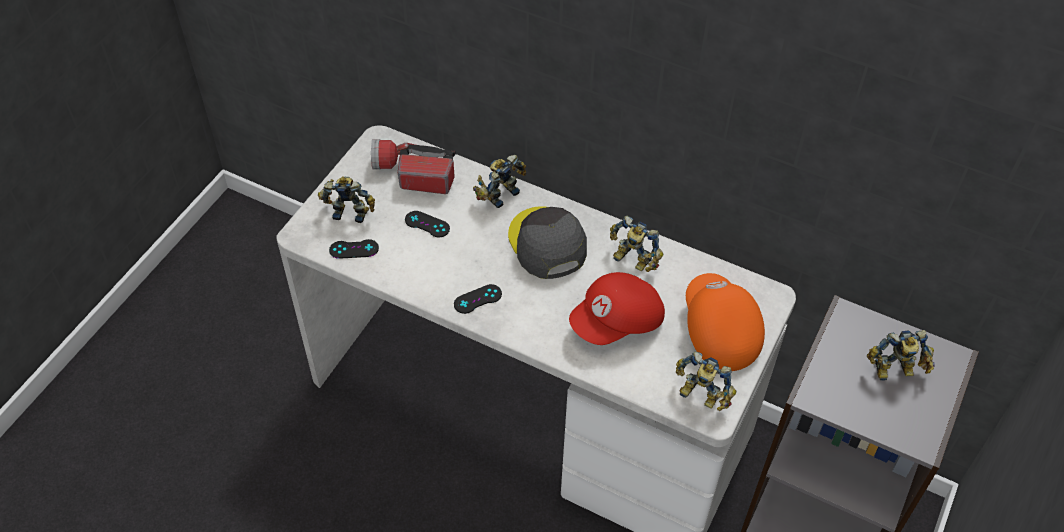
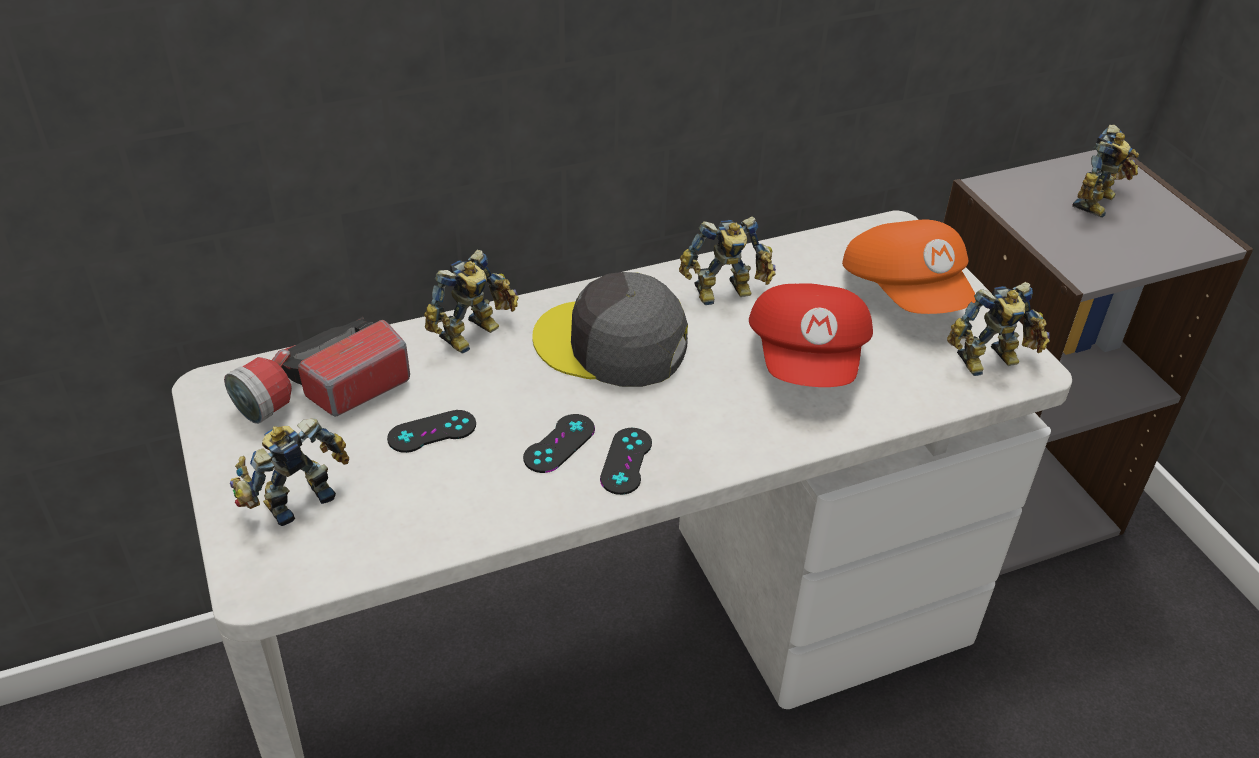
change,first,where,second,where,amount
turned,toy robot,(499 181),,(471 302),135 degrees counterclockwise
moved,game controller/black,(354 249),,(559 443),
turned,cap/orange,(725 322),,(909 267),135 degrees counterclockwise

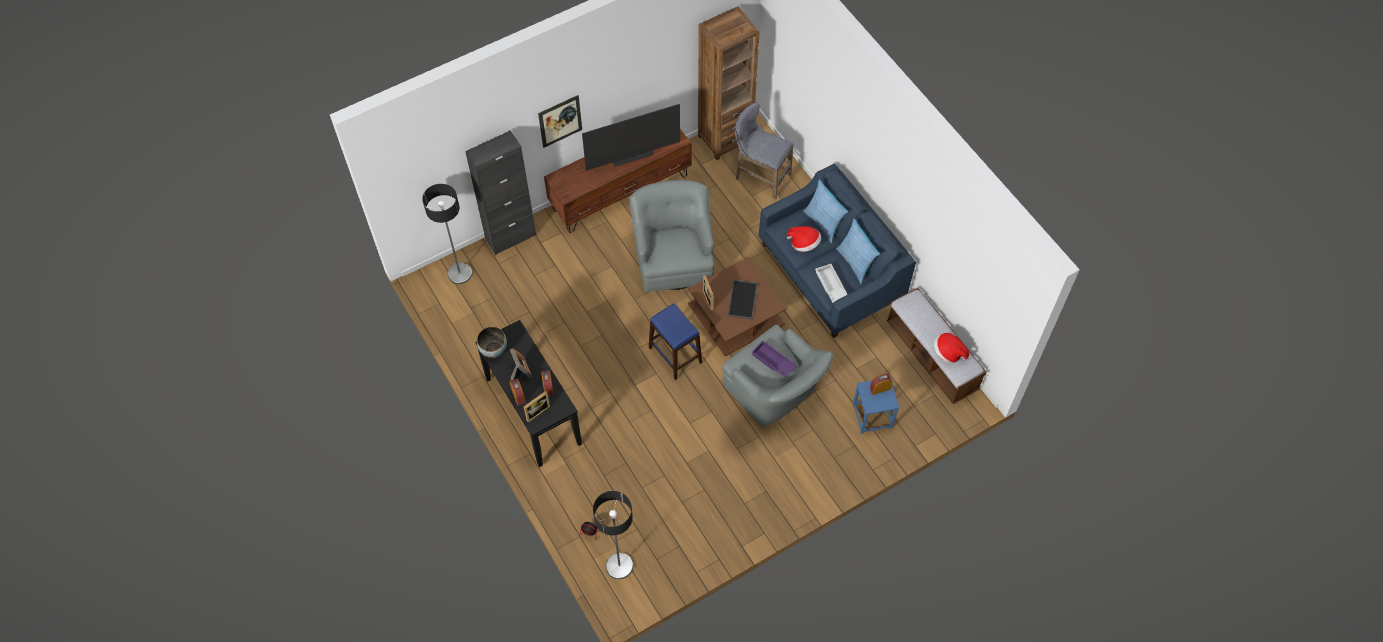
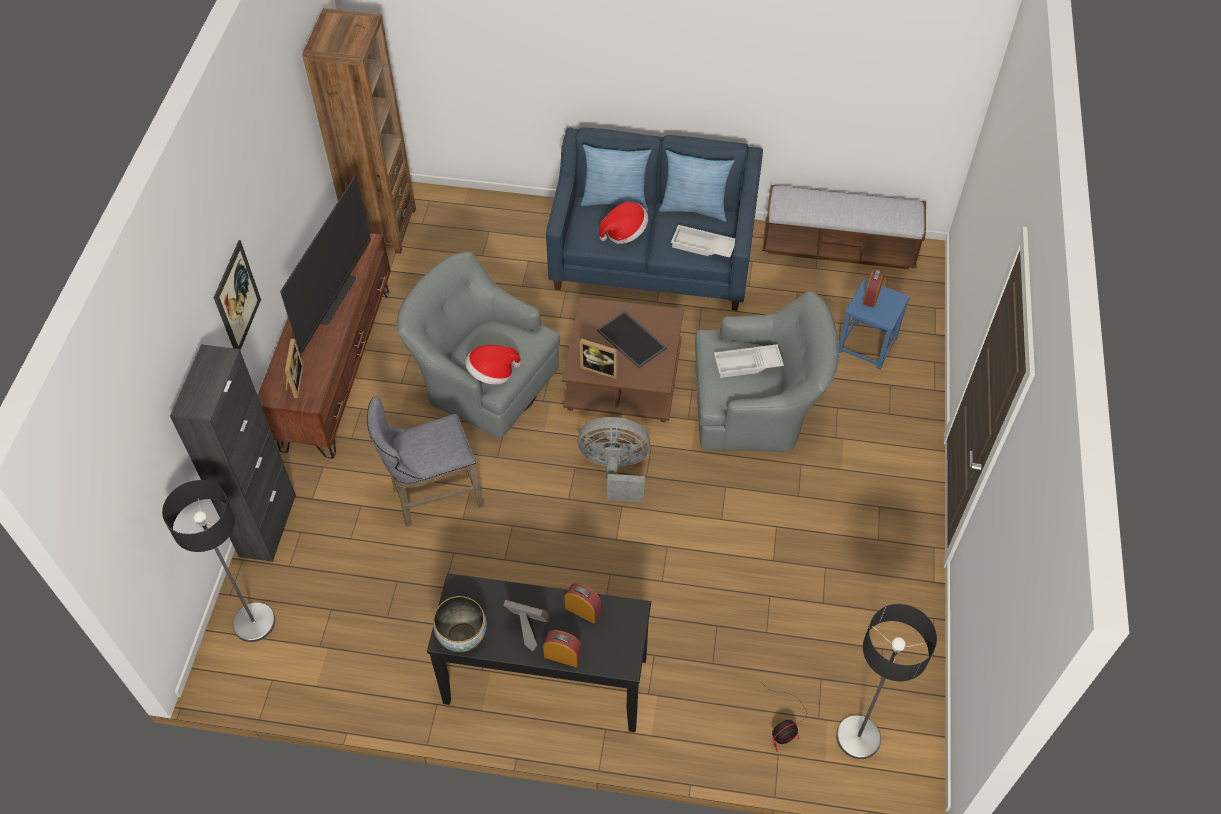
change,first,where,second,where,amount
moved,stool/grey,(764 150),,(425 461),
replaced,stool/blue,(675 341),fan/grey,(613 459),
moved,hat,(951 348),,(492 365),
recoloured,tray/purple,(774 359),tray/white,(749 361),
moved,picture frame,(537 407),,(294 368),

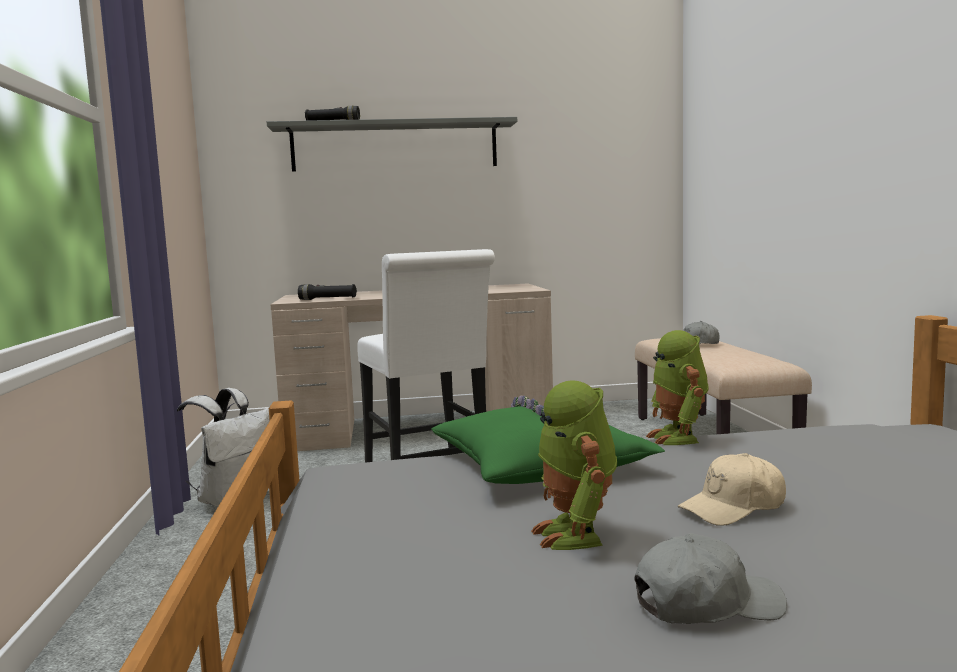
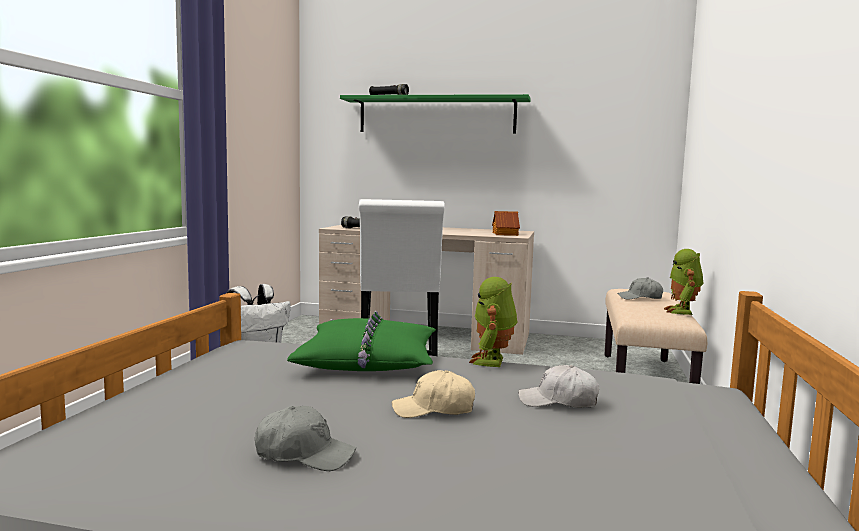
change,first,where,second,where,amount
recoloured,shelf/grey,(392 144),shelf/green,(435 114),
moved,toy robot,(574 465),,(684 282),
added,,,toy house,(506 223),
added,,,cap/white,(558 386),

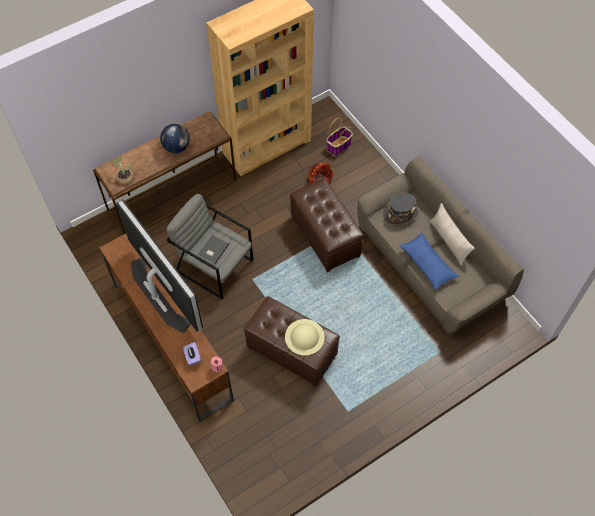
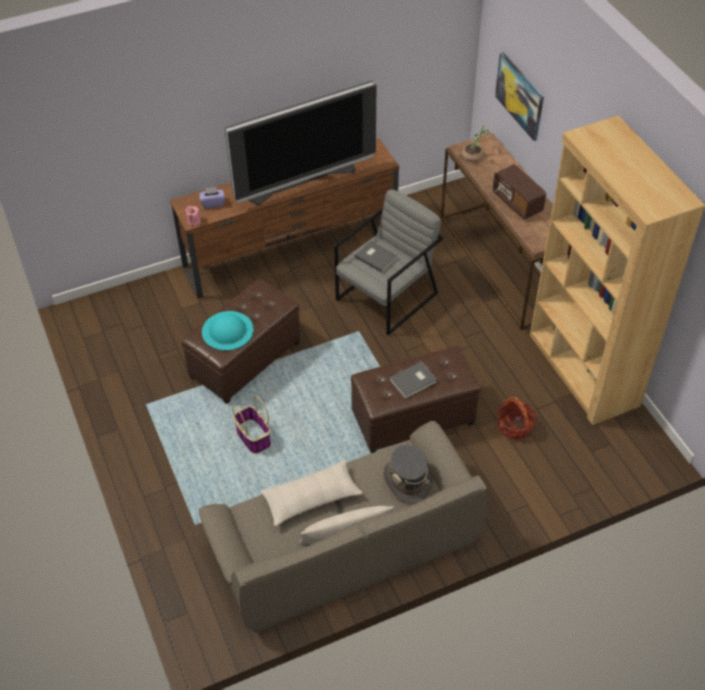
change,first,where,second,where,amount
moved,basket,(339 137),,(251 425),
replaced,globe,(175 138),radio,(519 192),
recoloured,pillow/blue,(429 261),pillow/beige,(311 493),
recoloured,hat/beige,(305 337),hat/turquoise,(228 331),
added,,,picture,(519 96),
added,,,book/grey,(413 380),

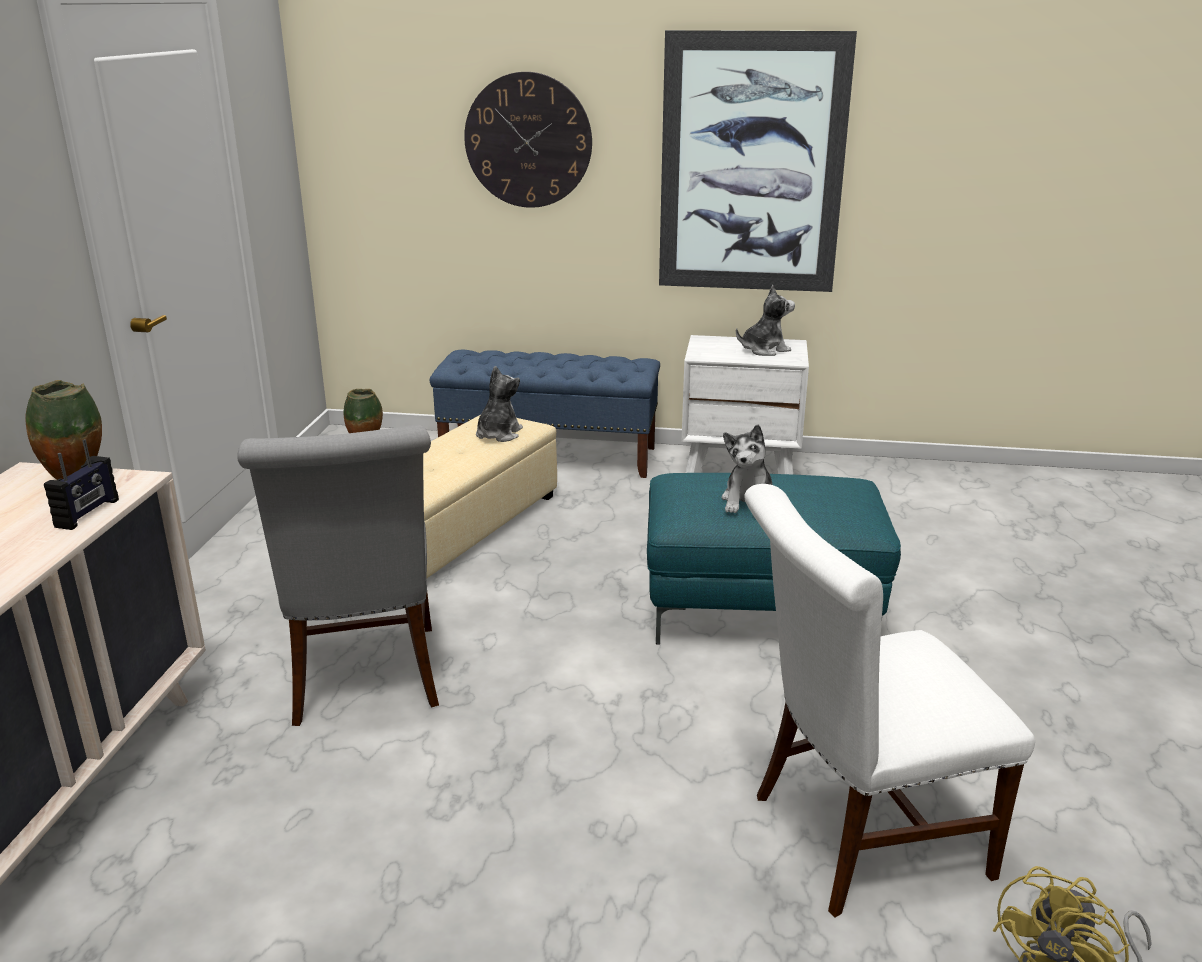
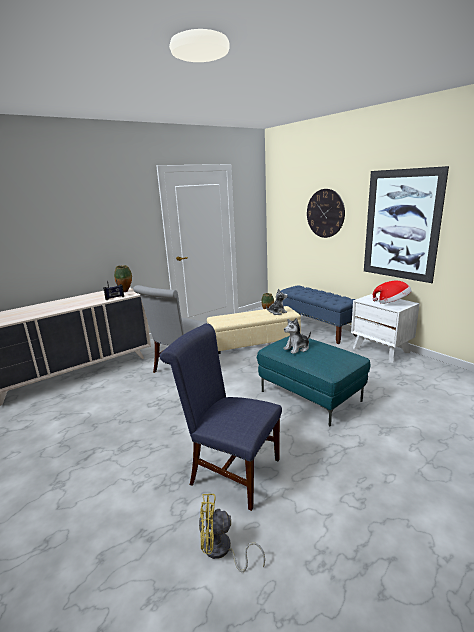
change,first,where,second,where,amount
replaced,plush toy,(765 320),hat,(392 292),
recoloured,chair/white,(889 701),chair/blue,(220 417),

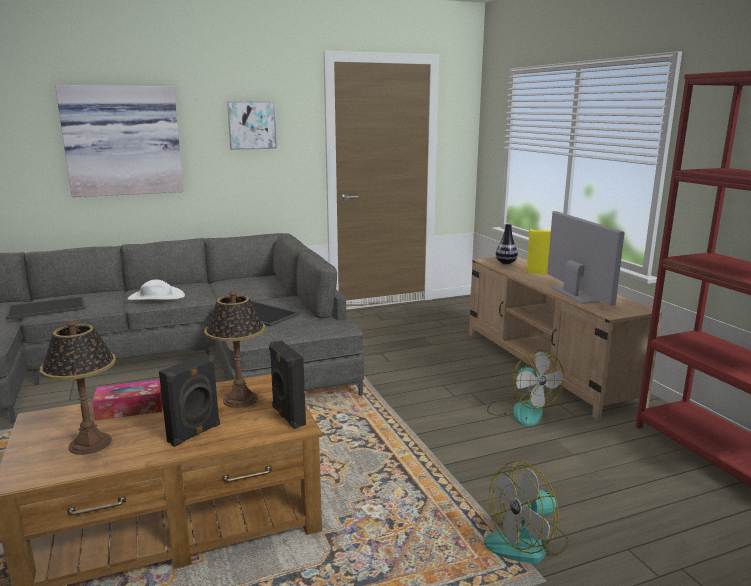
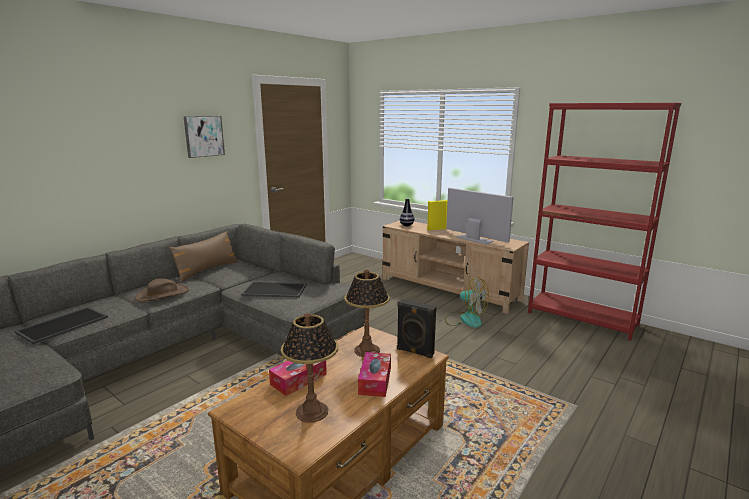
change,first,where,second,where,amount
removed,picture,(119 141),,,
recoloured,hat/white,(156 289),hat/brown,(162 290),
replaced,speaker/black,(189 400),tissue box,(374 374),
removed,fan,(526 512),,,
added,,,pillow/brown,(203 256),

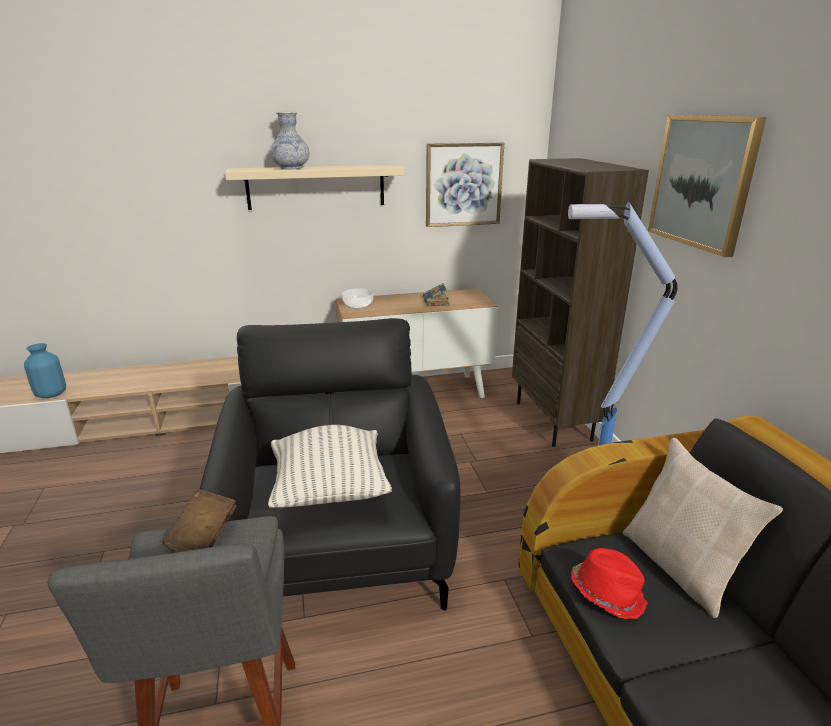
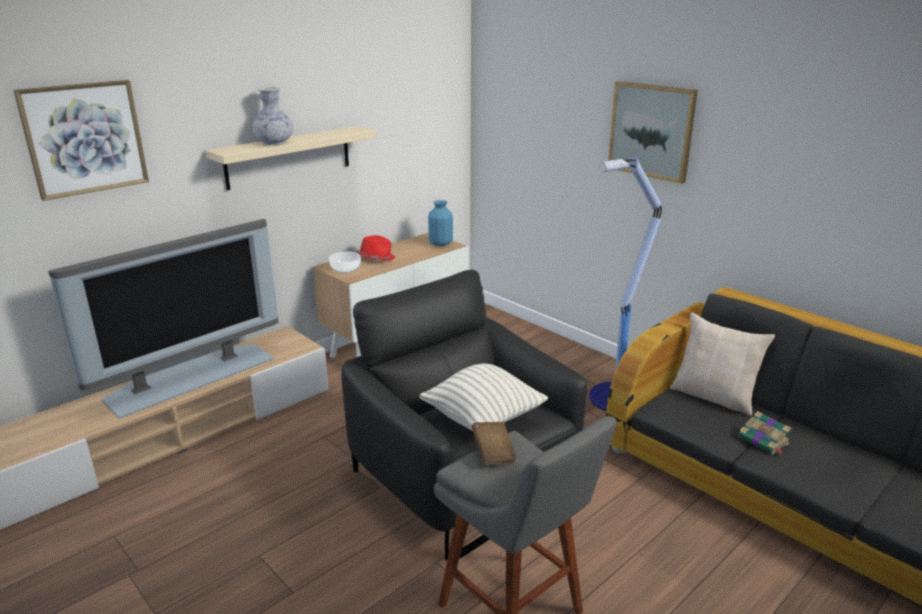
change,first,where,second,where,amount
moved,picture,(465 185),,(81 140),
removed,bookcase/brown,(580 302),,,
moved,book,(436 294),,(765 433),
moved,vase/blue,(45 370),,(440 223),
moved,hat/red,(609 583),,(376 247),
added,,,television,(163 319),

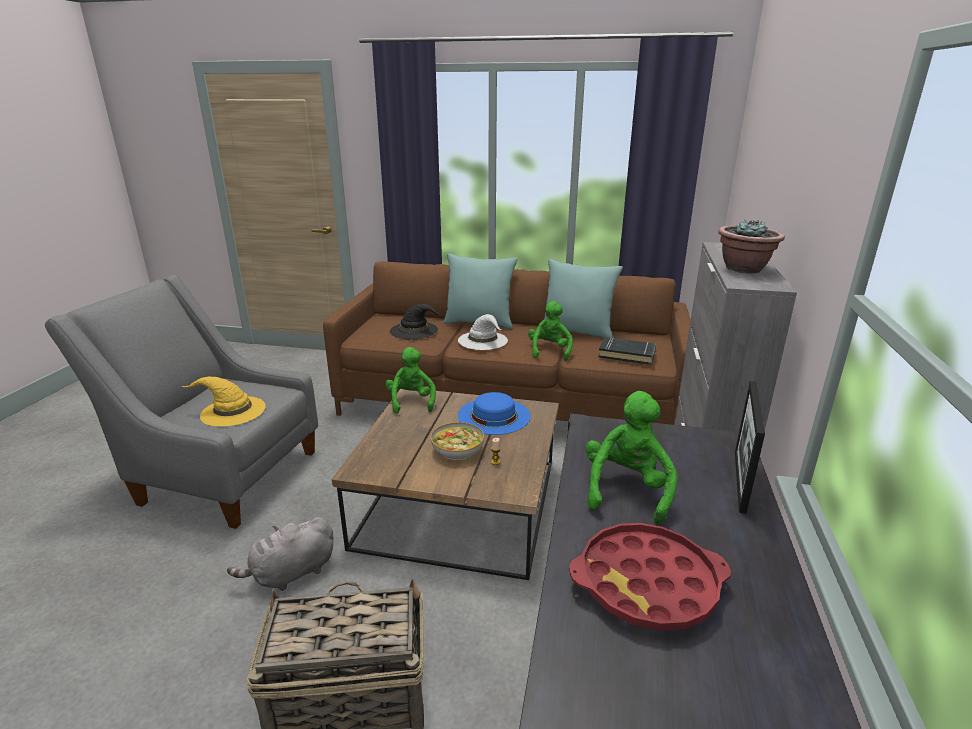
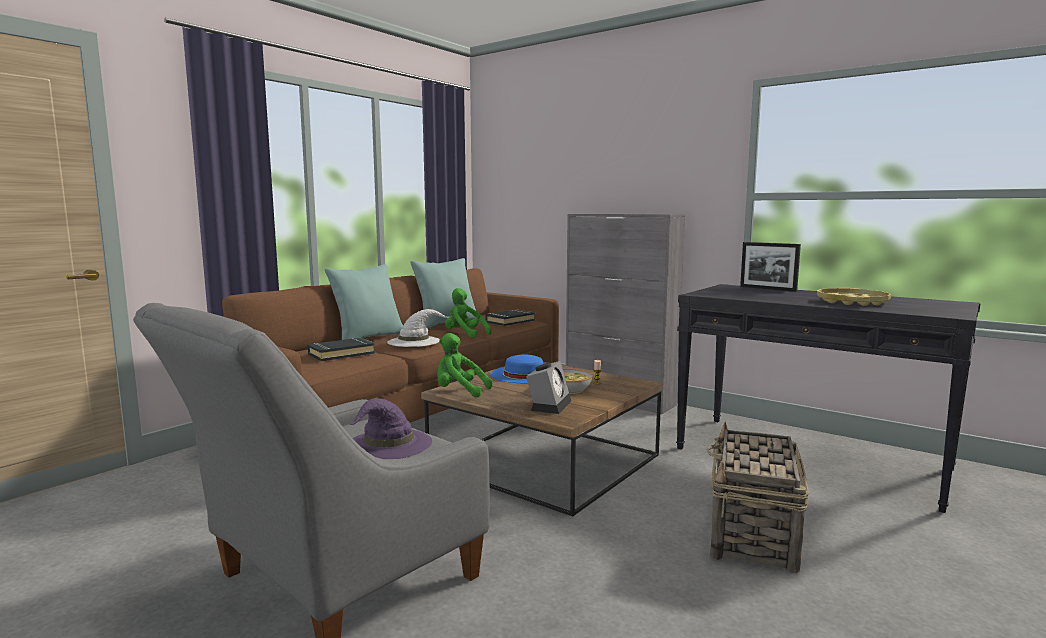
change,first,where,second,where,amount
removed,potted plant,(751 246),,,
replaced,hat/black,(416 321),book/black,(341 349),
recoloured,hat/yellow,(224 401),hat/purple,(390 428),
removed,plush toy/green,(632 457),,,
removed,plush toy/grey,(280 554),,,
recoloured,tray/red,(650 577),tray/yellow,(854 297),
added,,,alarm clock,(548 387),

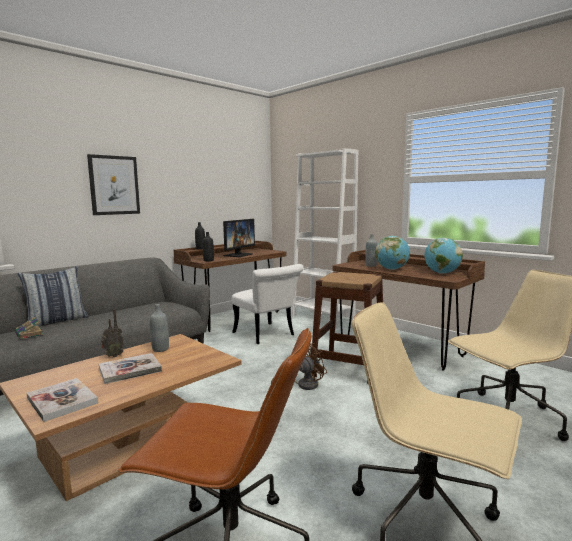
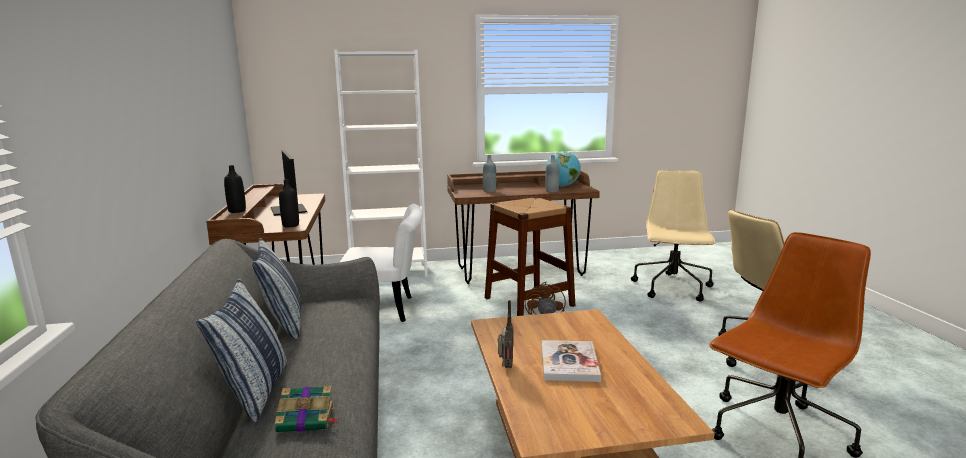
change,first,where,second,where,amount
removed,picture,(113 184),,,
removed,globe,(392 253),,,
moved,bottle/grey,(159 328),,(552 173),
removed,book,(62 400),,,
added,,,pillow,(276 288),

